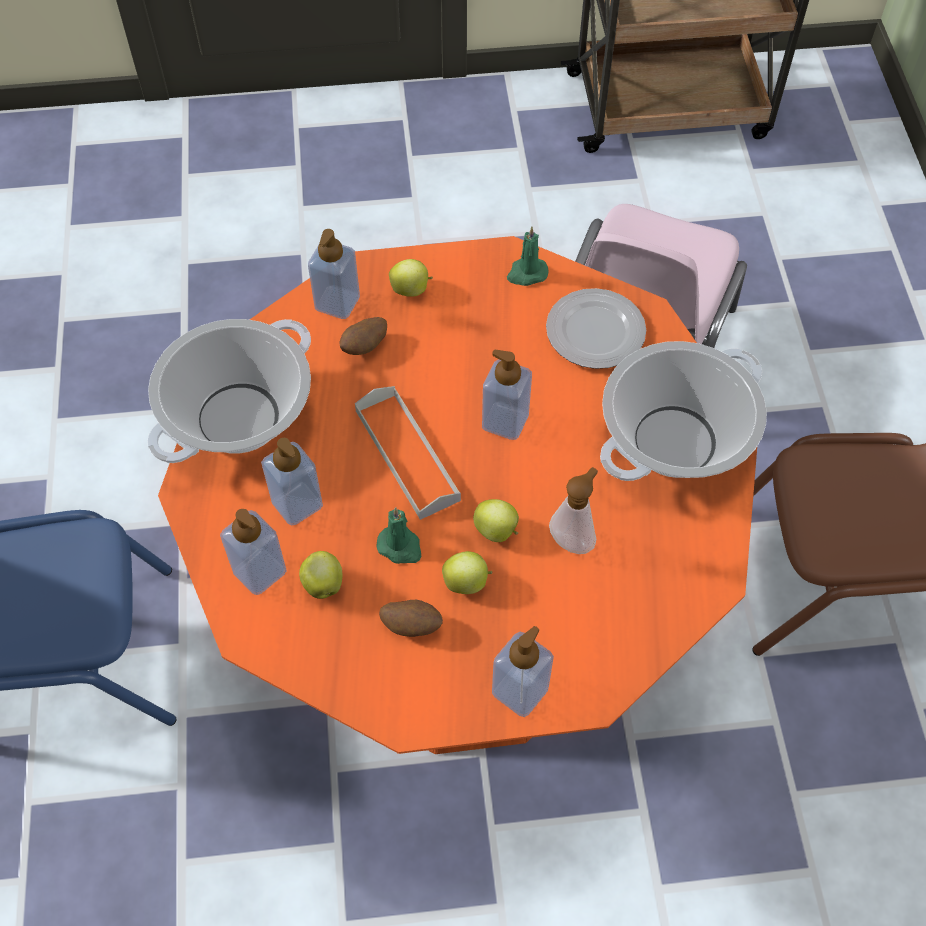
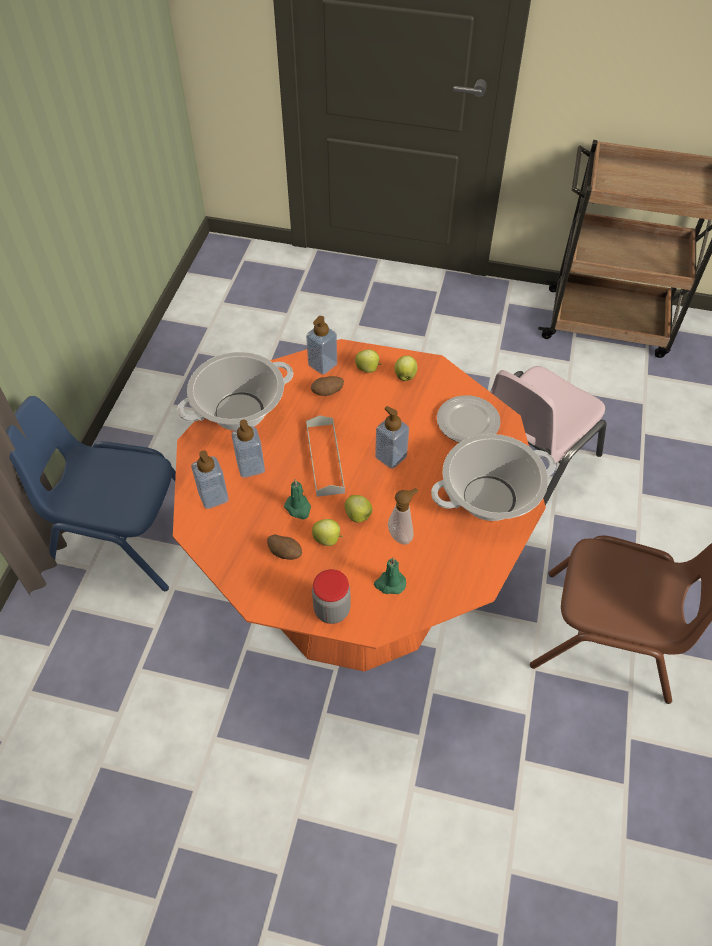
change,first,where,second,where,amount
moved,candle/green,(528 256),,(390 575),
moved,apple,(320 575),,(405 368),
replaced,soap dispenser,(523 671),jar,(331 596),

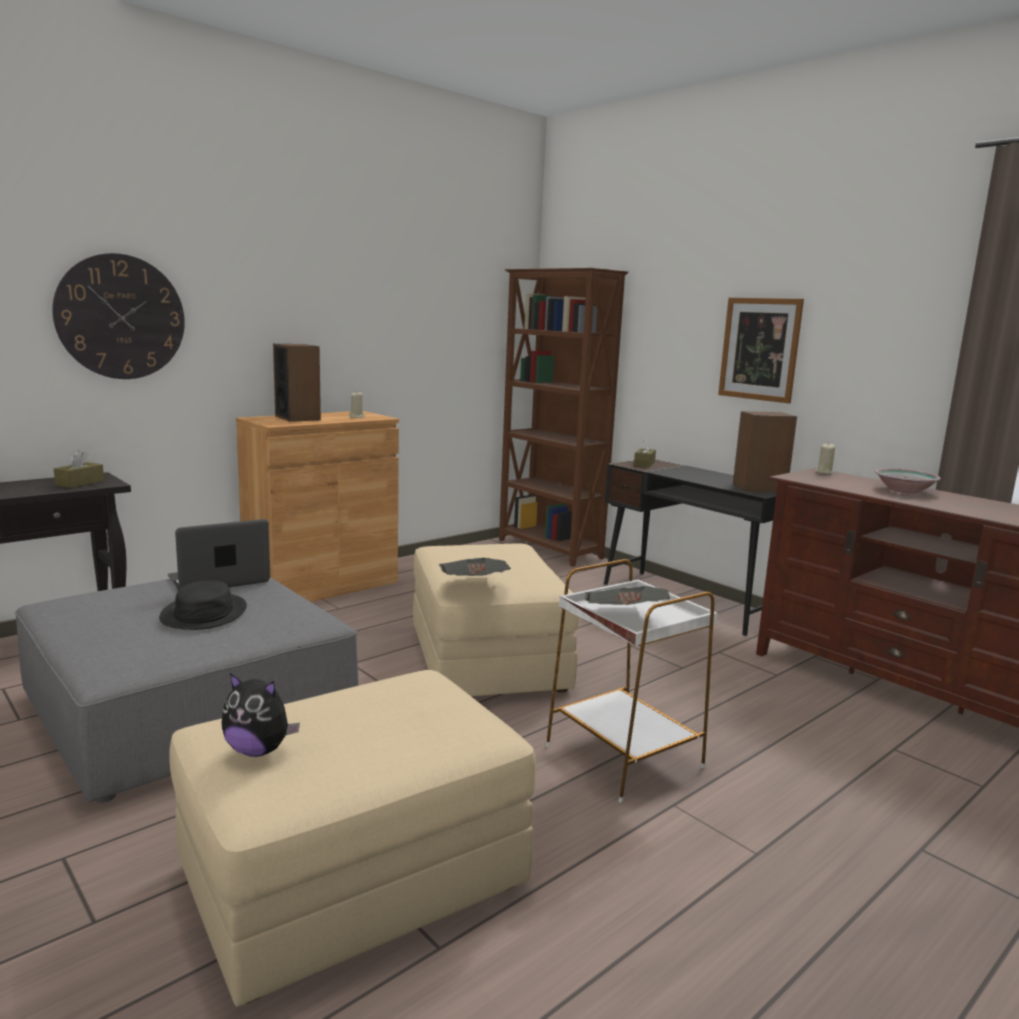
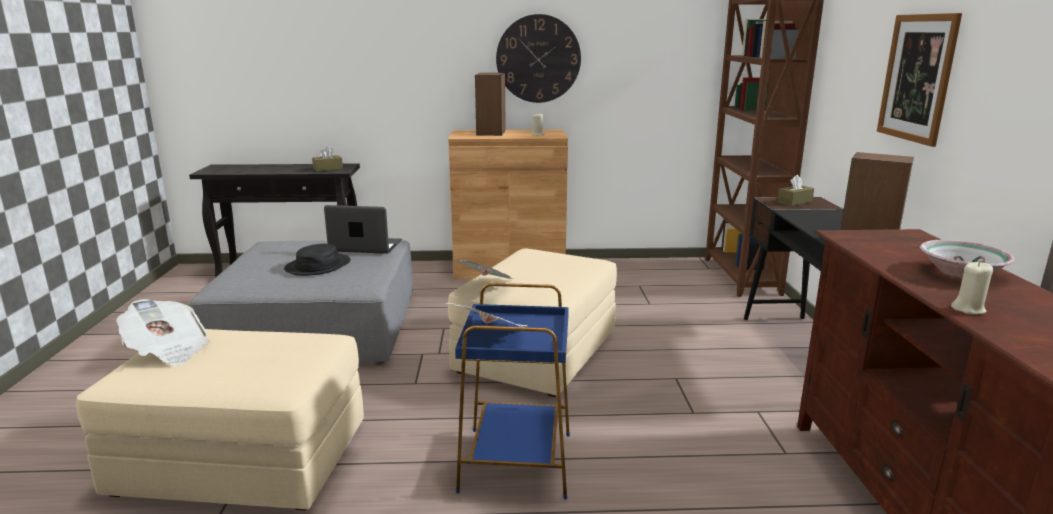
change,first,where,second,where,amount
moved,wall clock,(118 316),,(538 58),
moved,candle/beige,(825 458),,(972 287),
recoloured,side table/white,(631 681),side table/blue,(512 391),
replaced,plush toy,(261 715),newspaper,(163 332),

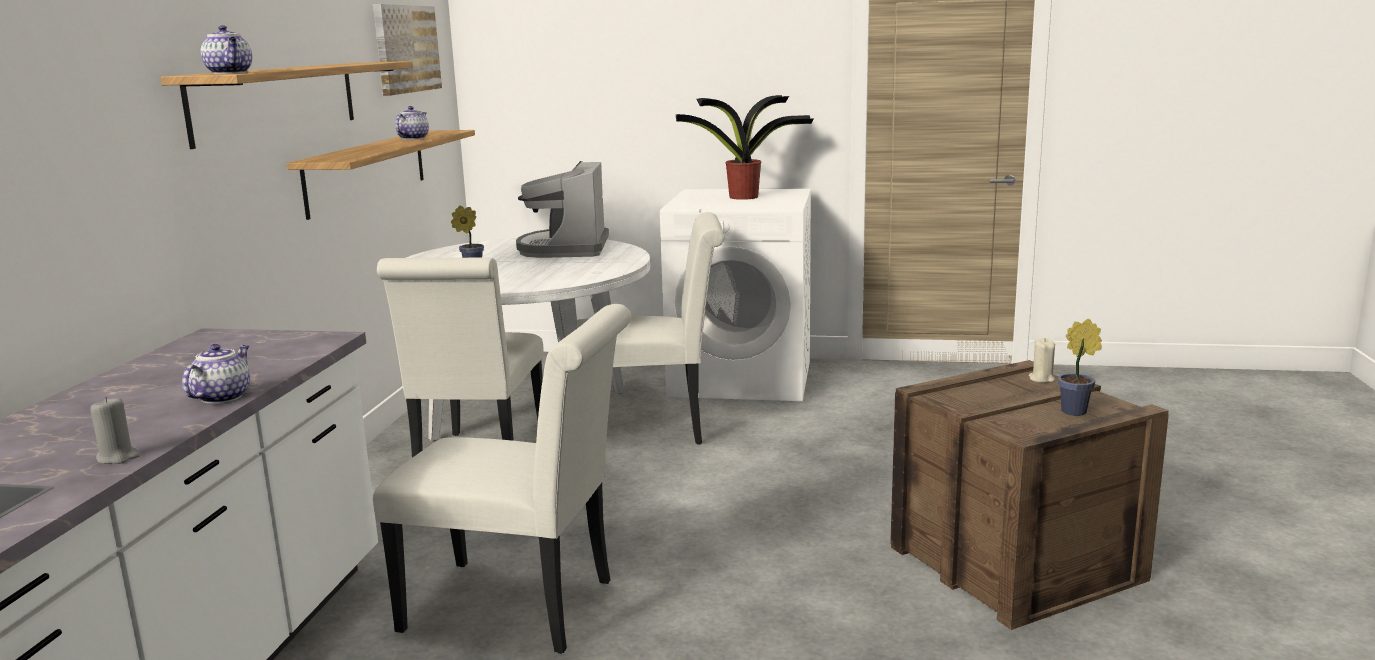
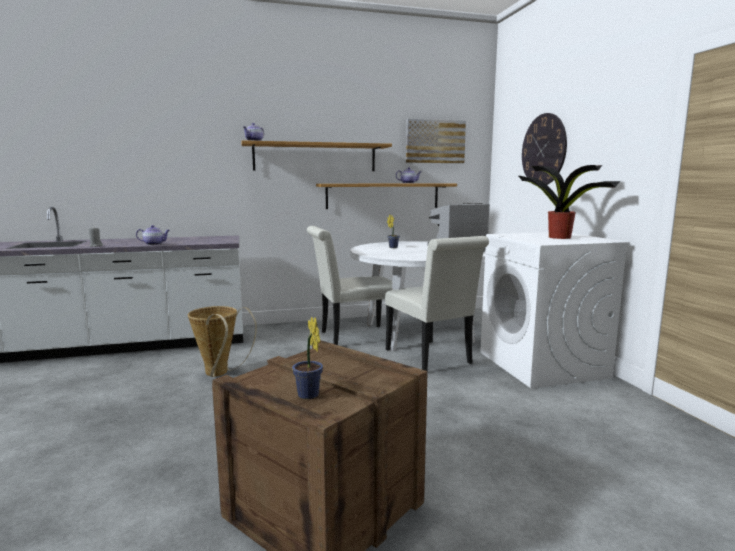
change,first,where,second,where,amount
replaced,chair/white,(502 479),basket,(222 341),
removed,candle/beige,(1042 360),,,
added,,,wall clock,(544 149),

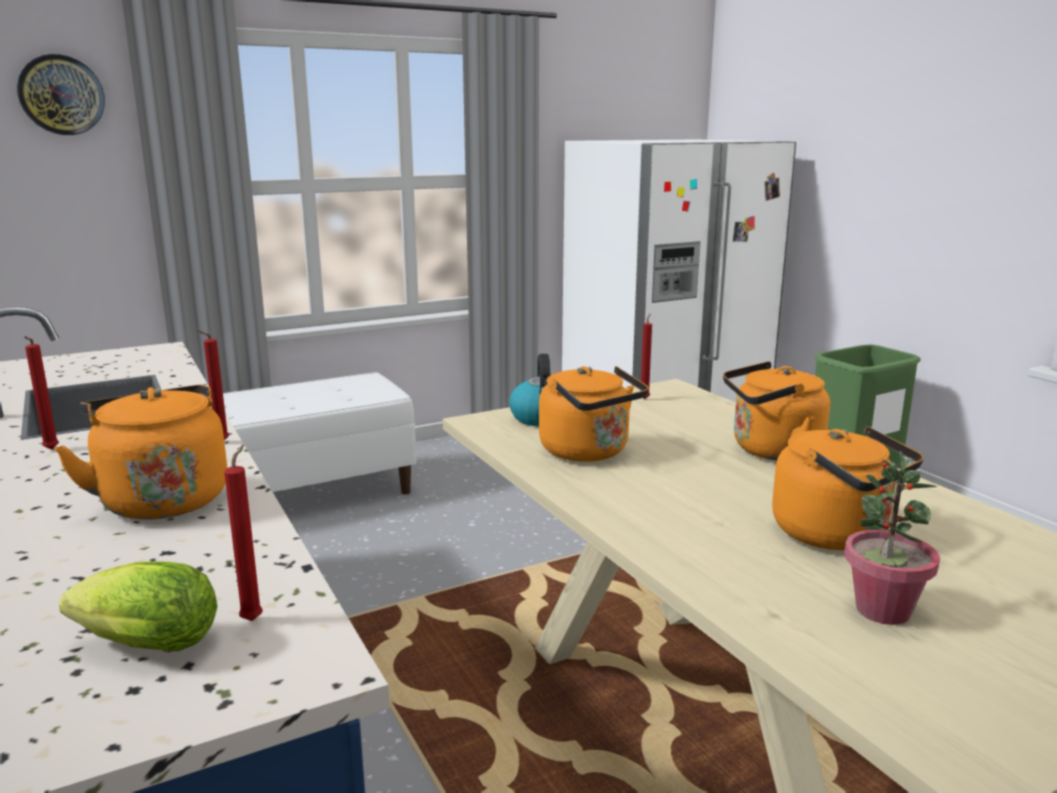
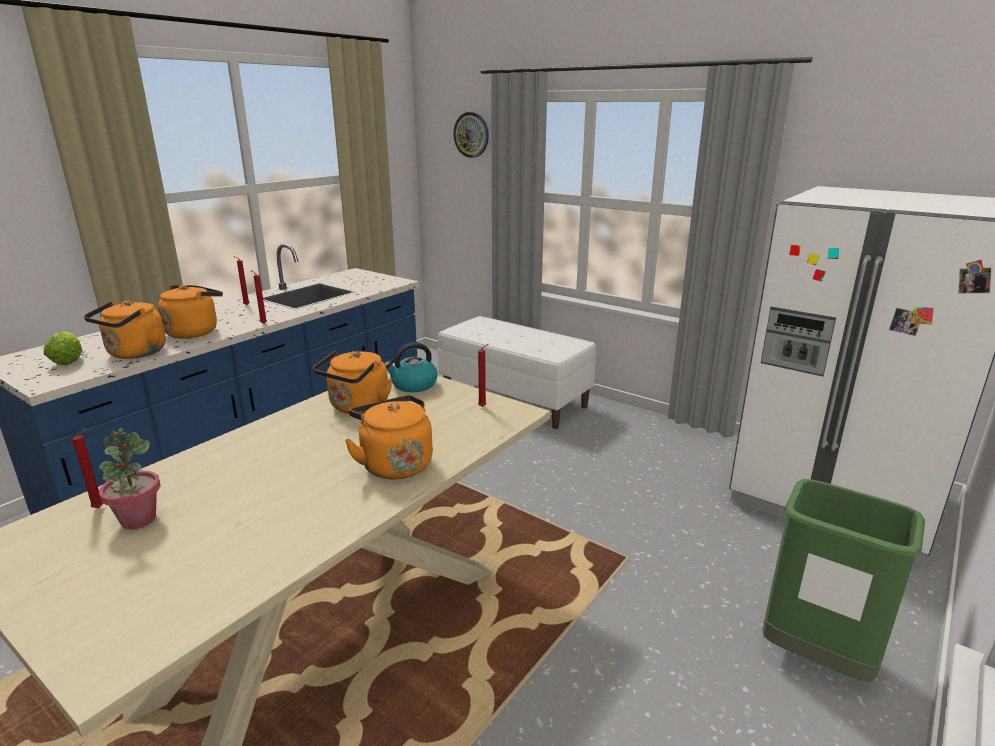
change,first,where,second,where,amount
moved,kettle/orange,(848 488),,(125 330),
moved,candle/red,(243 532),,(87 468),

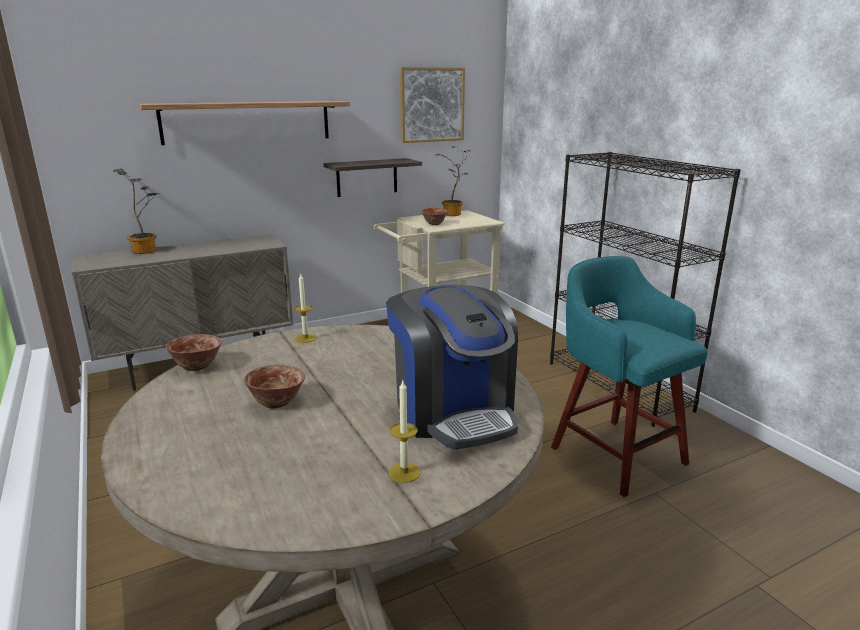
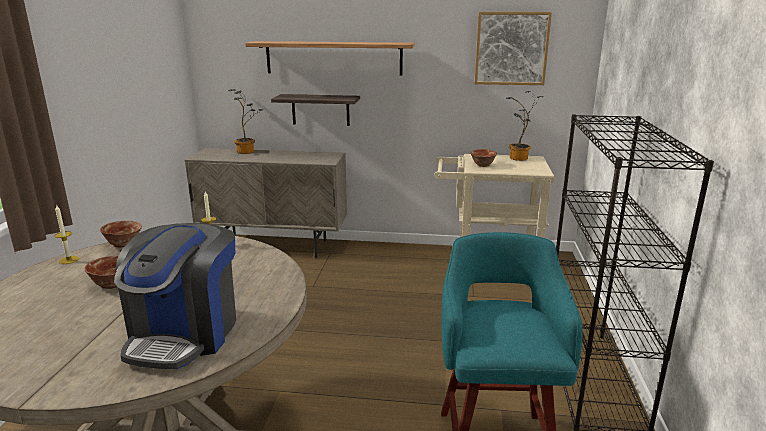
change,first,where,second,where,amount
moved,shelf,(372 177),,(315 110),
moved,candle,(404 432),,(66 234),

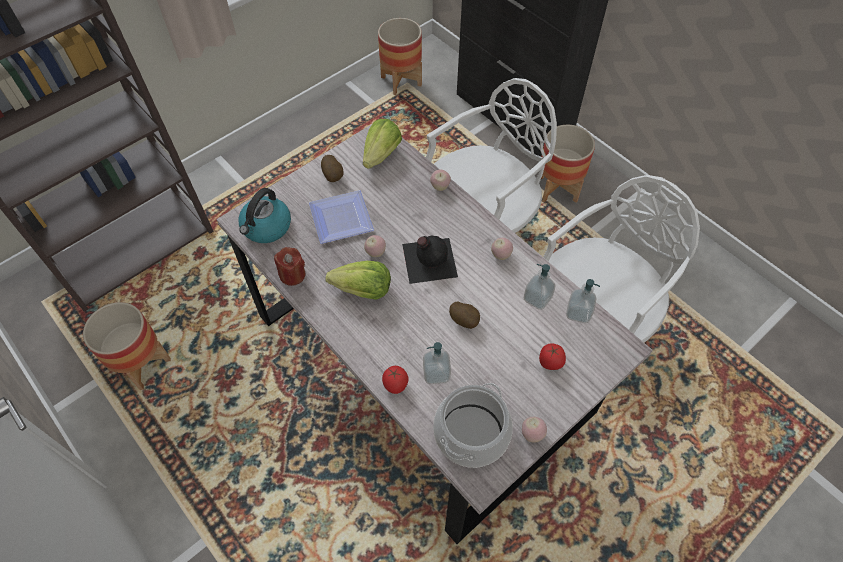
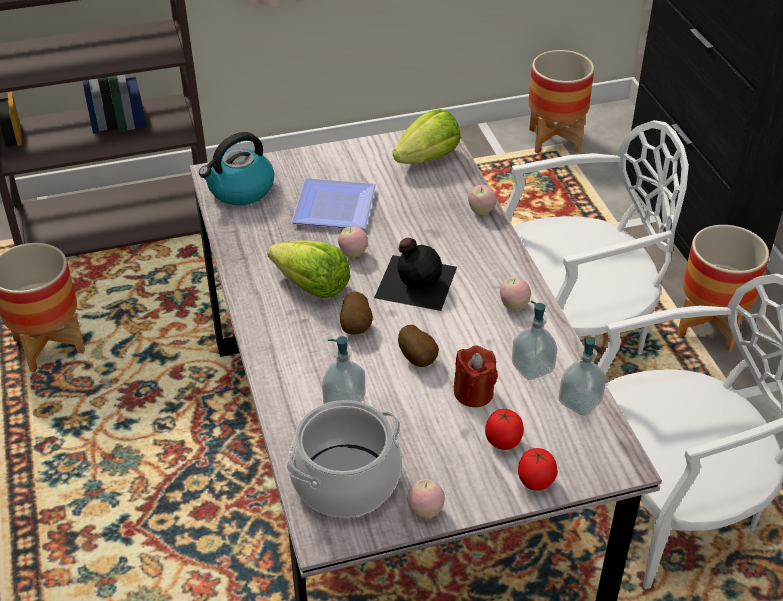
change,first,where,second,where,amount
moved,potato,(332 168),,(356 313),
moved,candle/red,(290 266),,(476 376),
moved,tomato,(395 380),,(538 469),

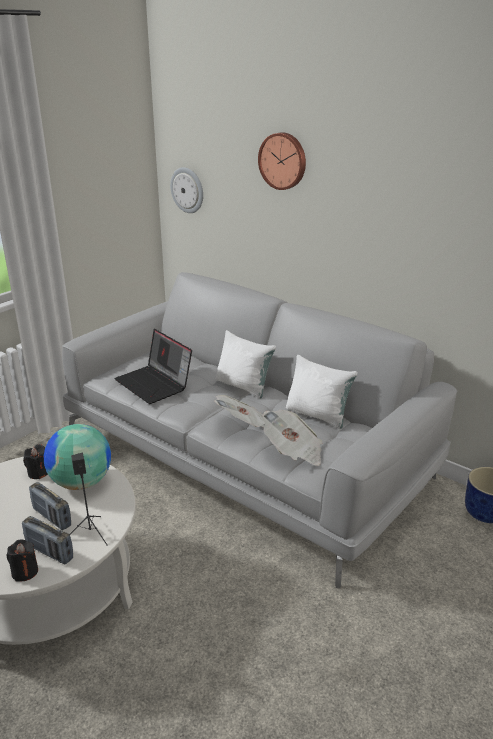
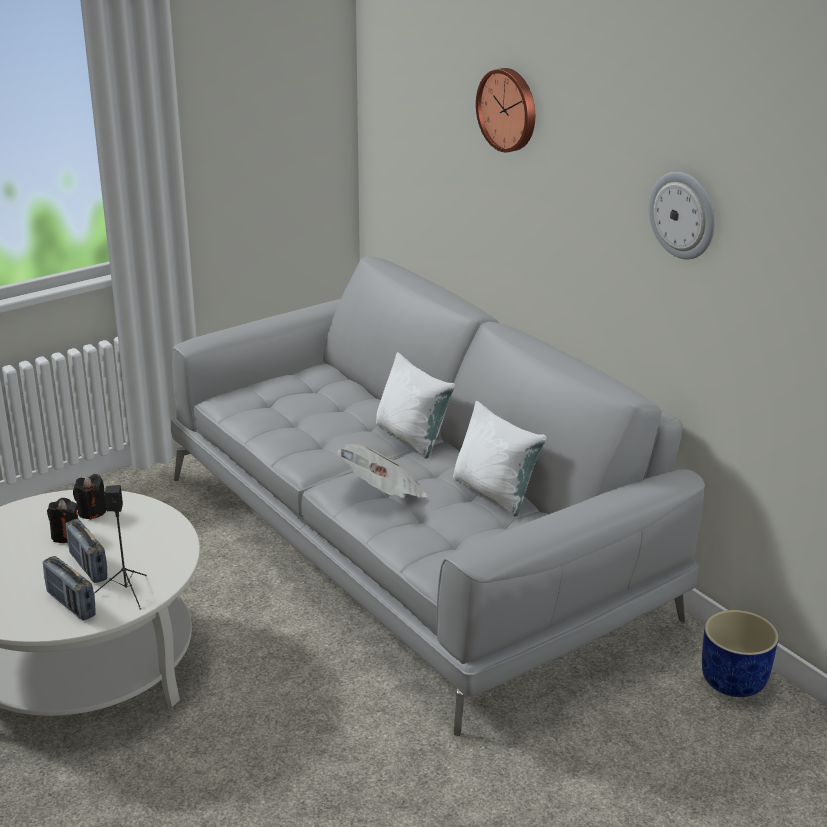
change,first,where,second,where,amount
moved,wall clock,(186 190),,(682 215),
removed,laptop,(153 366),,,
removed,newspaper,(292 438),,,
removed,globe,(77 457),,,
moved,candle/black,(22 561),,(62 520),

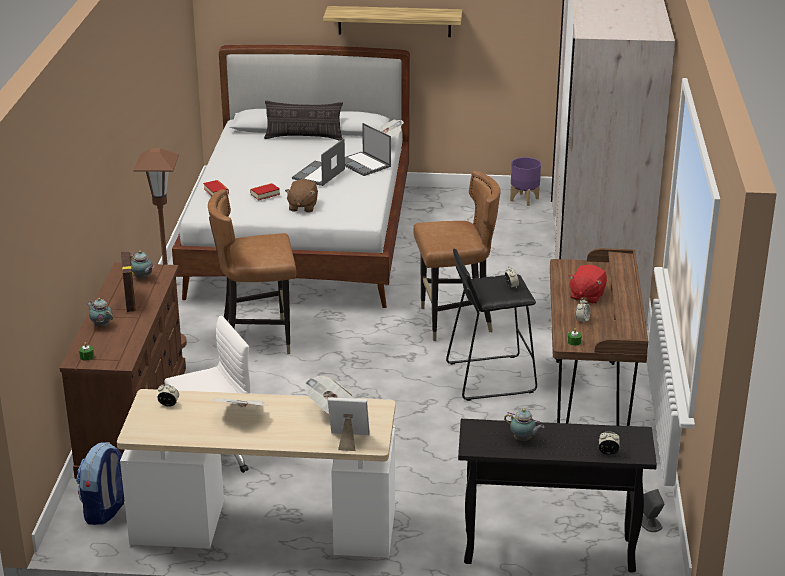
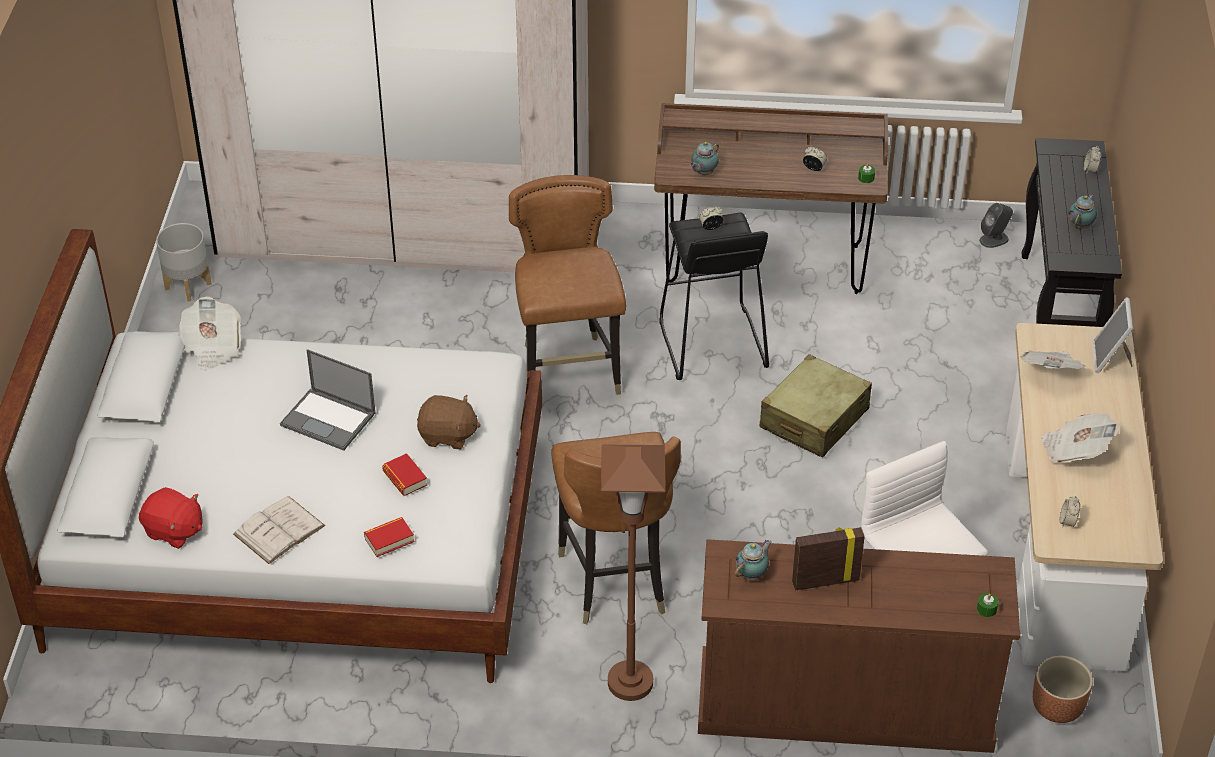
change,first,where,second,where,amount
removed,shelf,(392 21),,,
removed,pillow,(303 120),,,
removed,laptop,(368 149),,,
recoloured,planter/purple,(525 181),planter/grey,(184 262),
moved,plush toy/red,(587 284),,(170 518),
moved,teapot,(99 312),,(704 158),
replaced,backpack,(100 483),planter/brown,(1063 689),
added,,,suitcase/beige,(816 406),
added,,,book/white,(279 530),

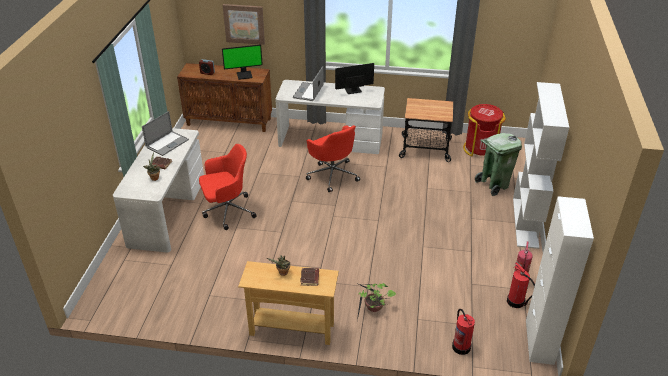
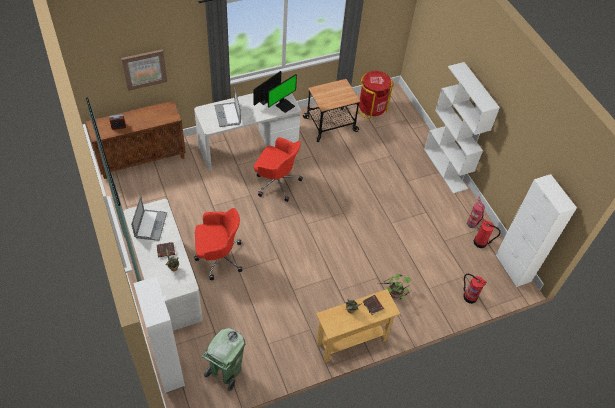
change,first,where,second,where,amount
moved,monitor,(242 62),,(282 93),
moved,trash can/green,(498 164),,(224 359),
turned,office chair/red,(228 187),,(218 244),45 degrees clockwise
added,,,cabinet/white,(159 334),

